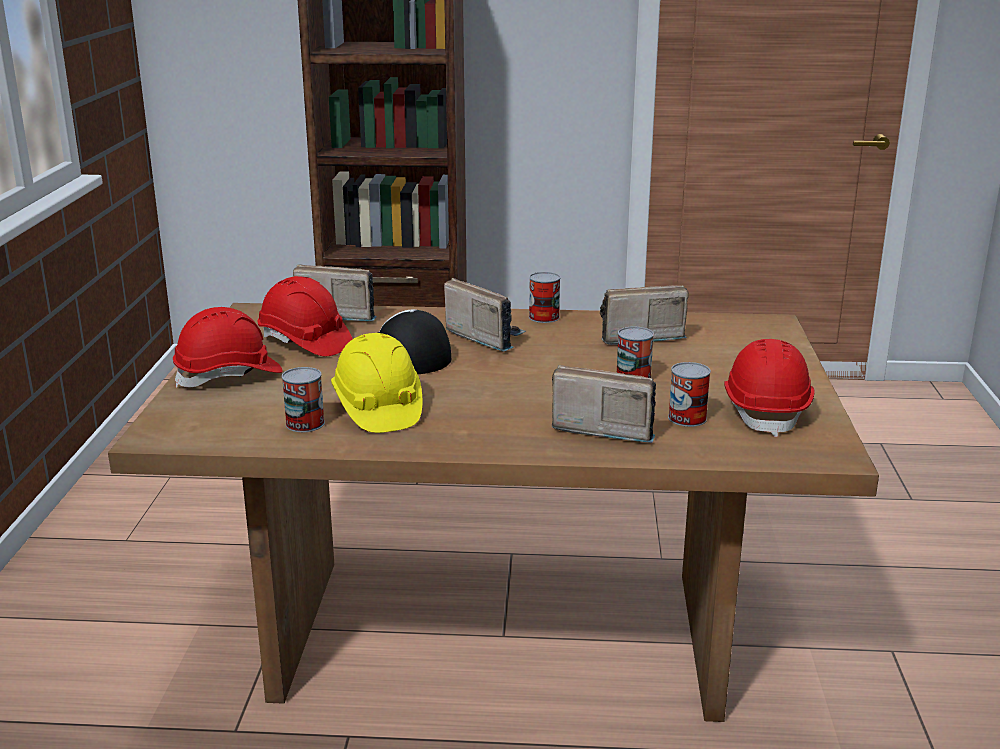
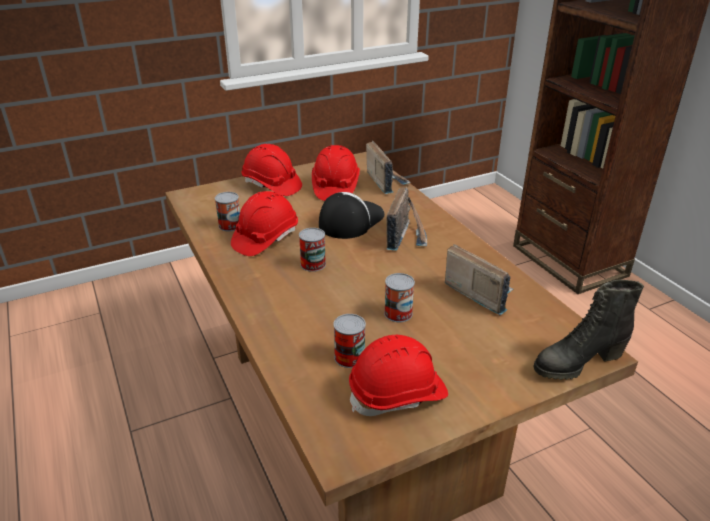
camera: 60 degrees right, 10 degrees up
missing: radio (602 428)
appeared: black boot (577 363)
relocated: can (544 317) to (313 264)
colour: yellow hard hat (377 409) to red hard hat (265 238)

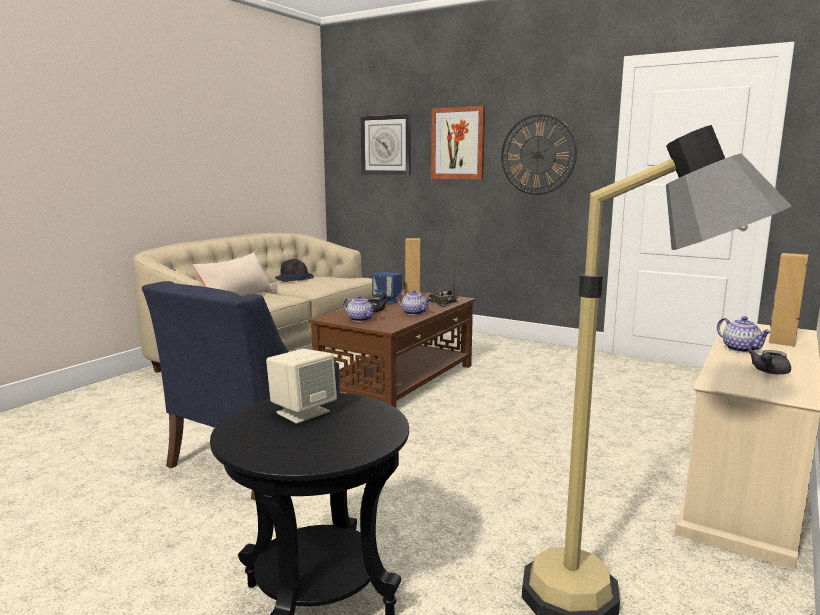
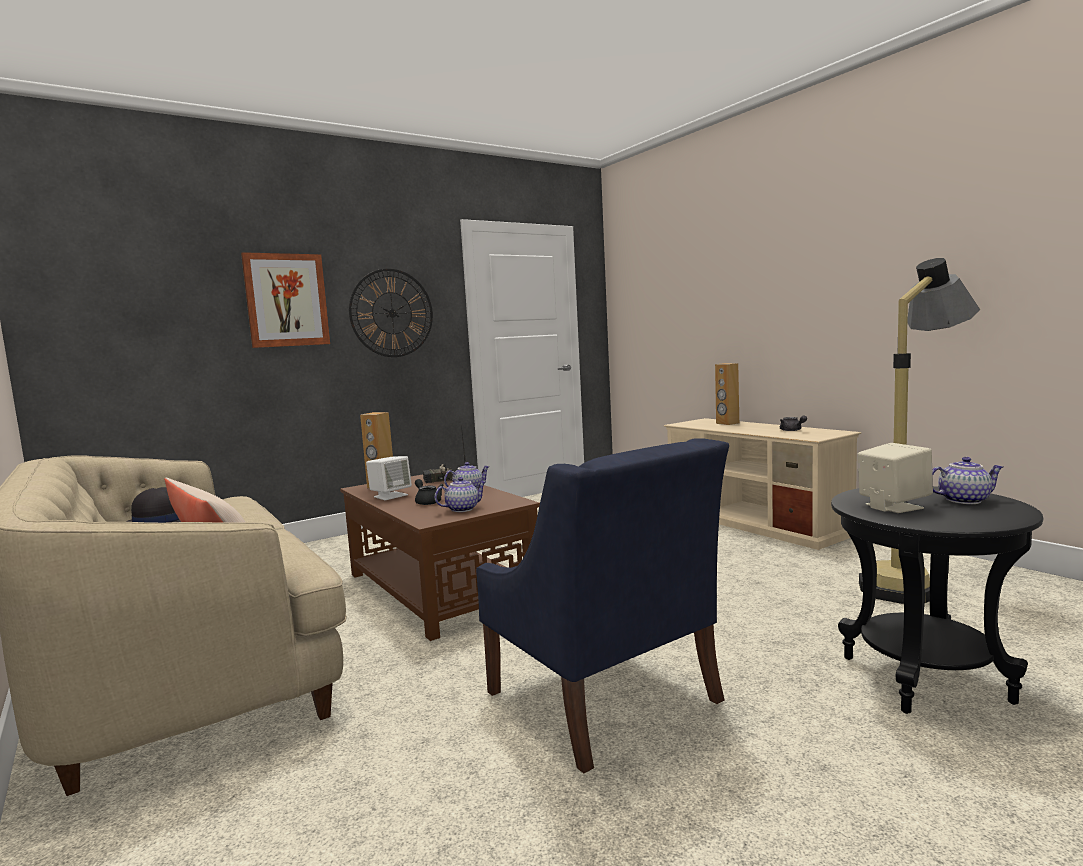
camera: 65 degrees left, 5 degrees down
missing: wall clock (386 145)
relocated: teapot (741 349) to (963 500)
colour: blue speaker (387 301) to white speaker (390 496)

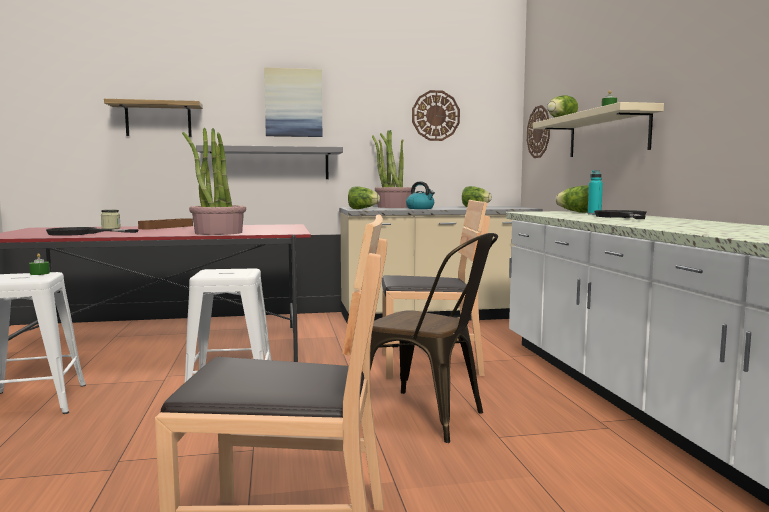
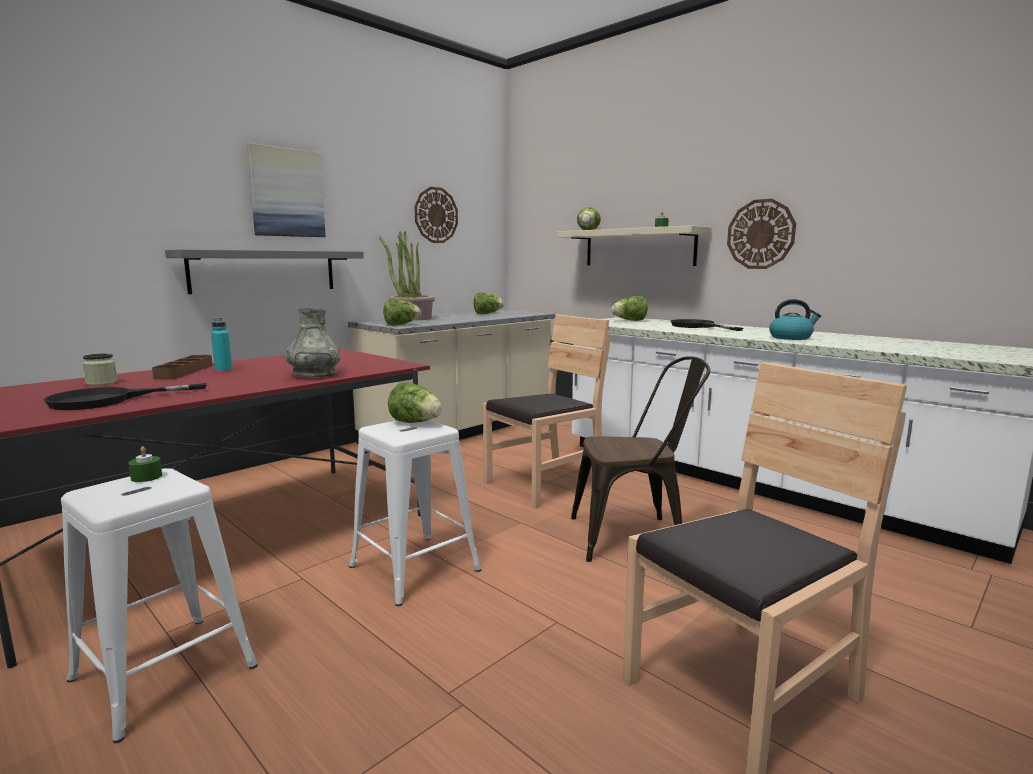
camera: 35 degrees left, 5 degrees up
missing: shelf (158 120)
appeared: lettuce (416 423)
relocated: kettle (420 208) to (791 338); wall clock (539 132) to (760 234); turquoise bottle (594 214) to (223 370)
exchanged: potted plant (218 233) to grey vase (314 375)

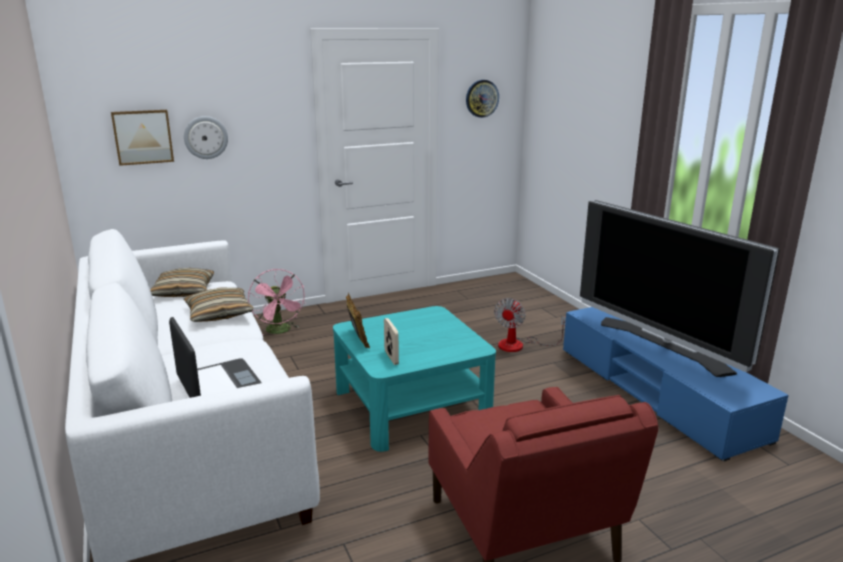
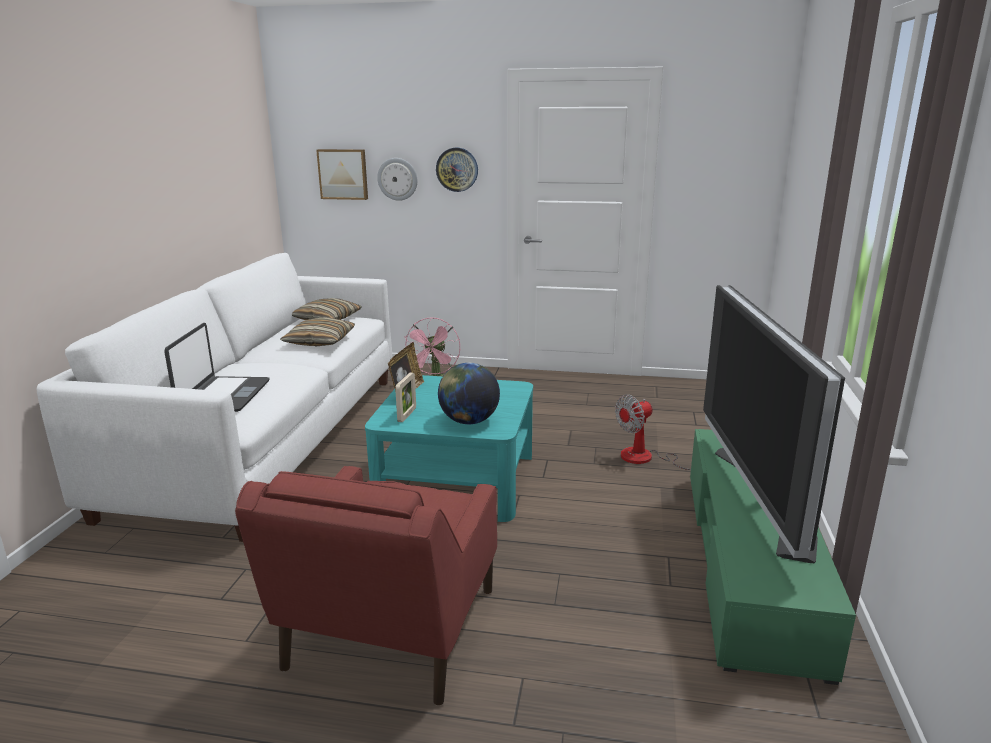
camera: 35 degrees right, 0 degrees up
appeared: globe (469 421)
relocated: wall clock (482 98) to (457 169)
colour: blue tv stand (656 392) to green tv stand (749 561)

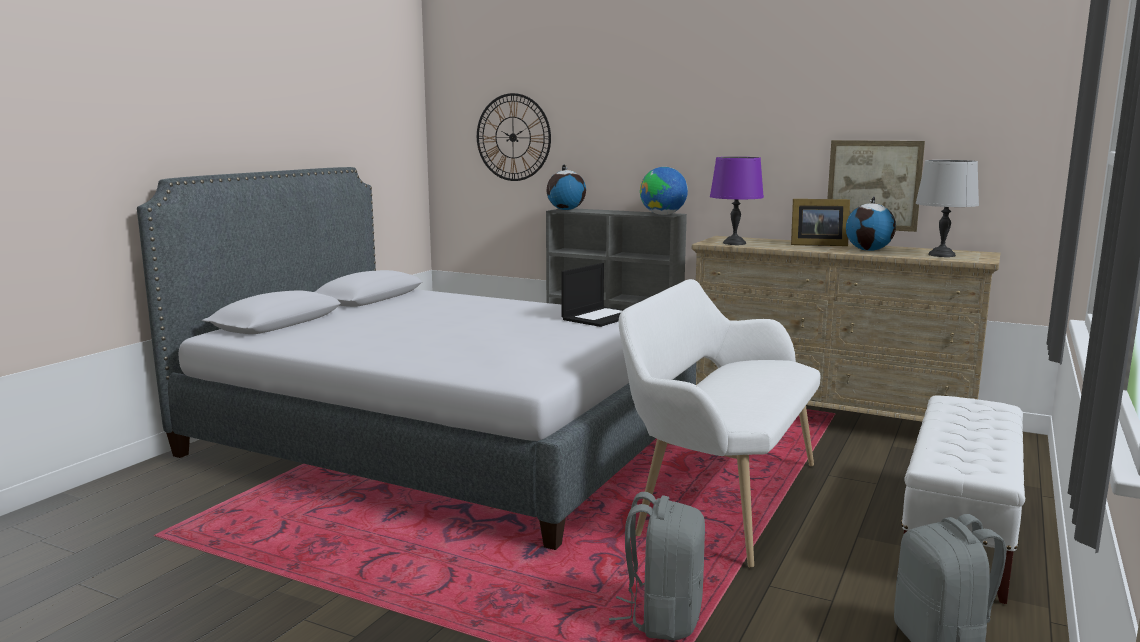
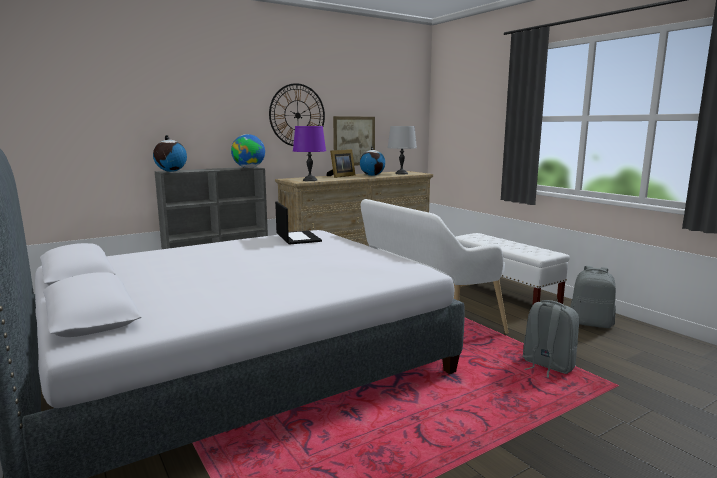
camera: 60 degrees left, 0 degrees up
relocated: wall clock (513 137) to (297 115)

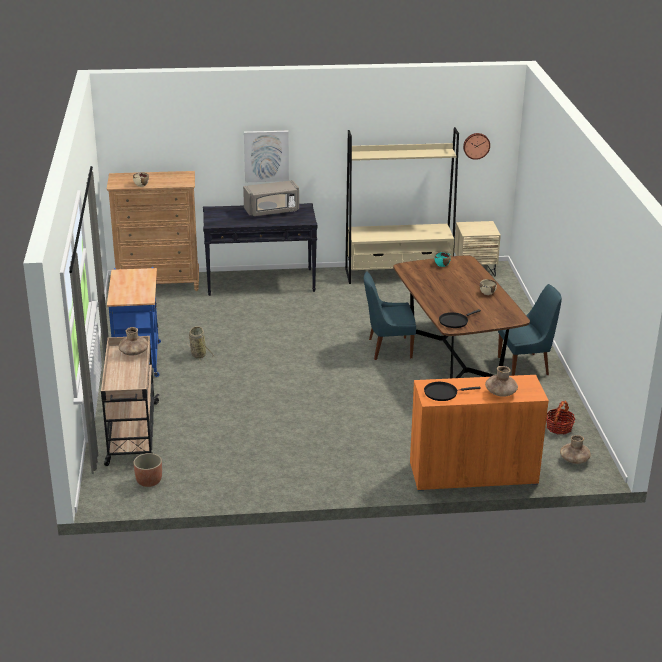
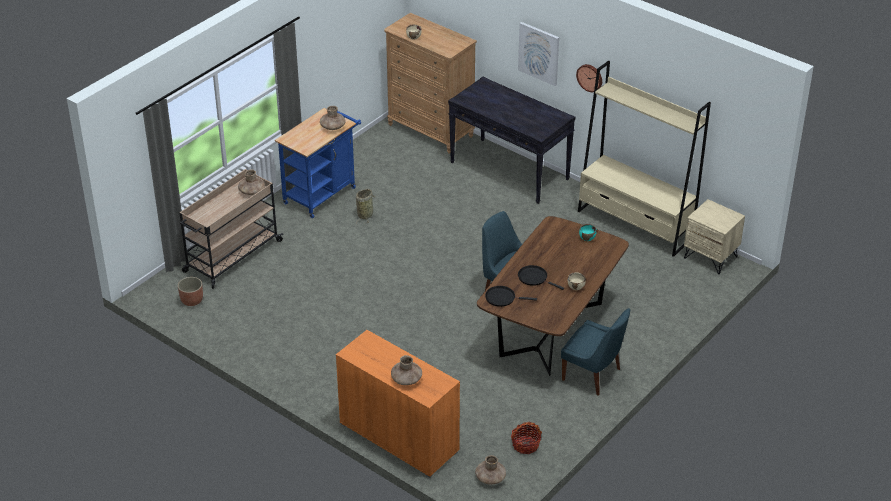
camera: 45 degrees right, 10 degrees up
missing: grey microwave (272 211)
appeared: brown vase (332 127)
relocated: black frying pan (443 393) to (534 278); wall clock (476 145) to (590 77)

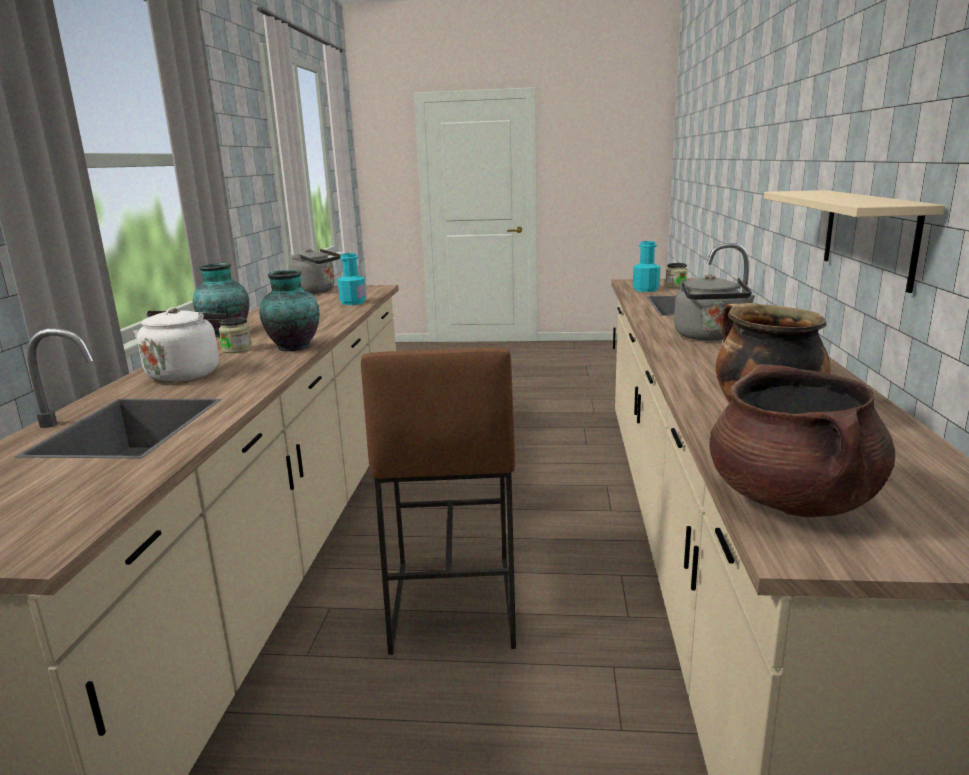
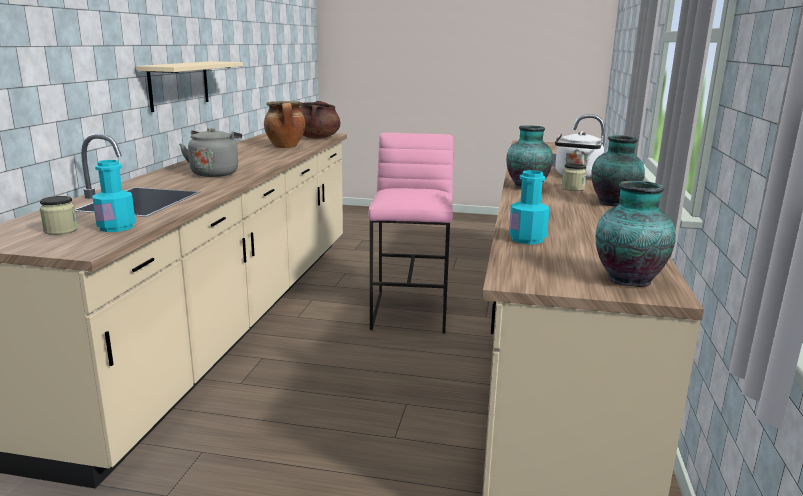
camera: 175 degrees left, 0 degrees up
exchanged: grey kettle (316 291) to vase (627 279)
colour: brown stool (451 603) to pink stool (411 312)

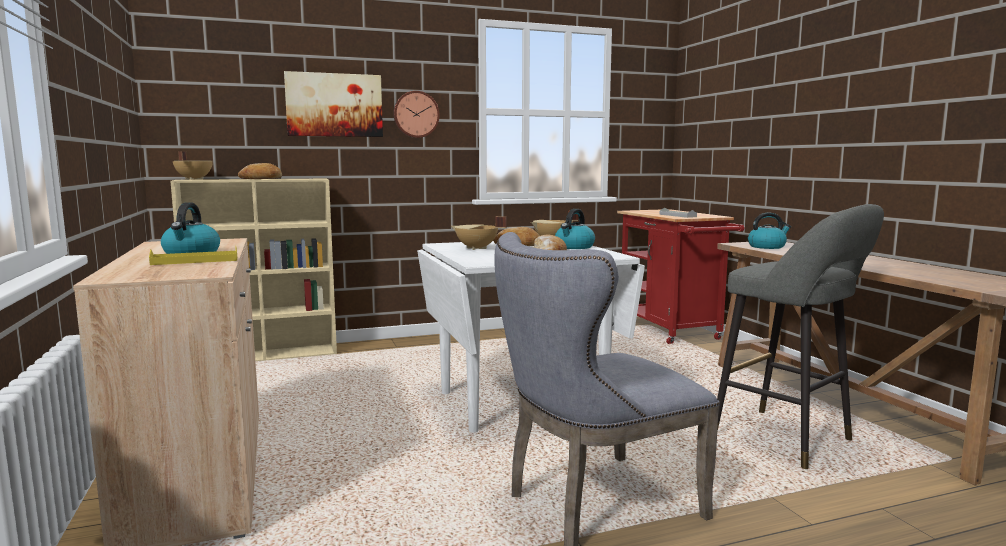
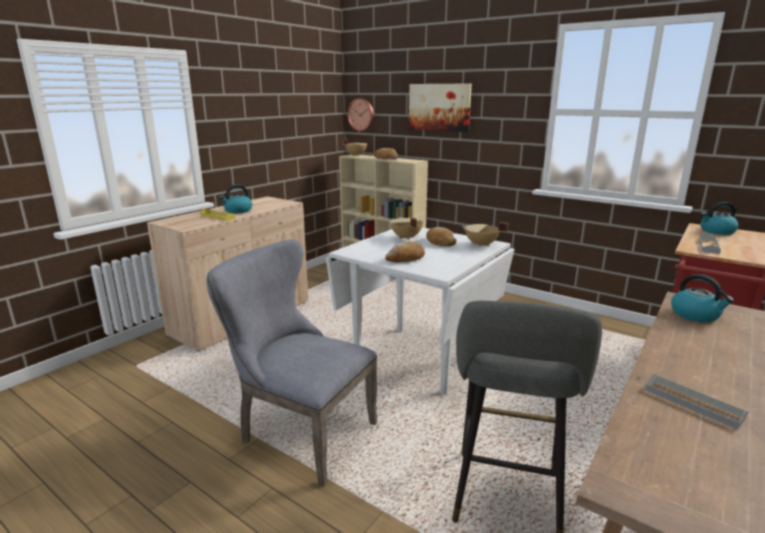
camera: 55 degrees right, 10 degrees up
appeared: grey tray (693 403)
relocated: wall clock (416 114) to (361 114); kettle (574 247) to (716 231)

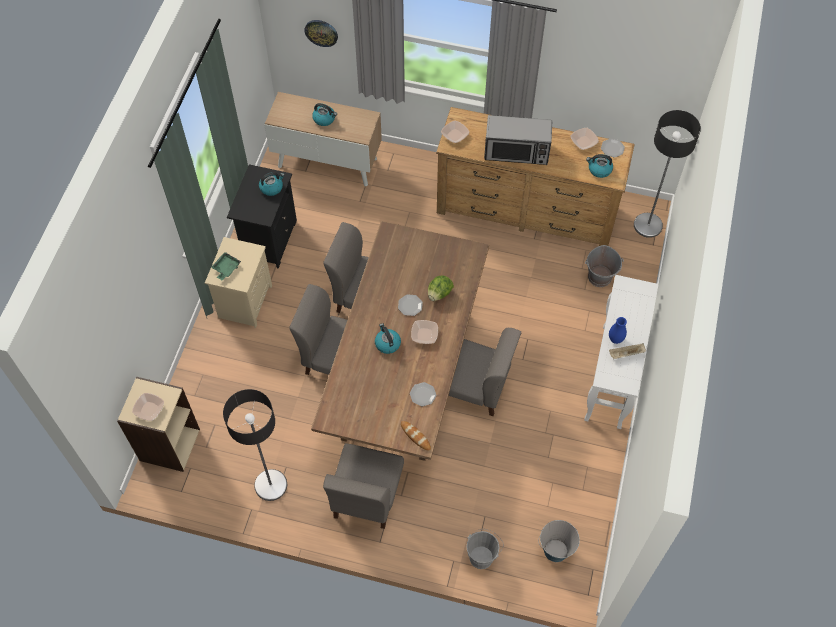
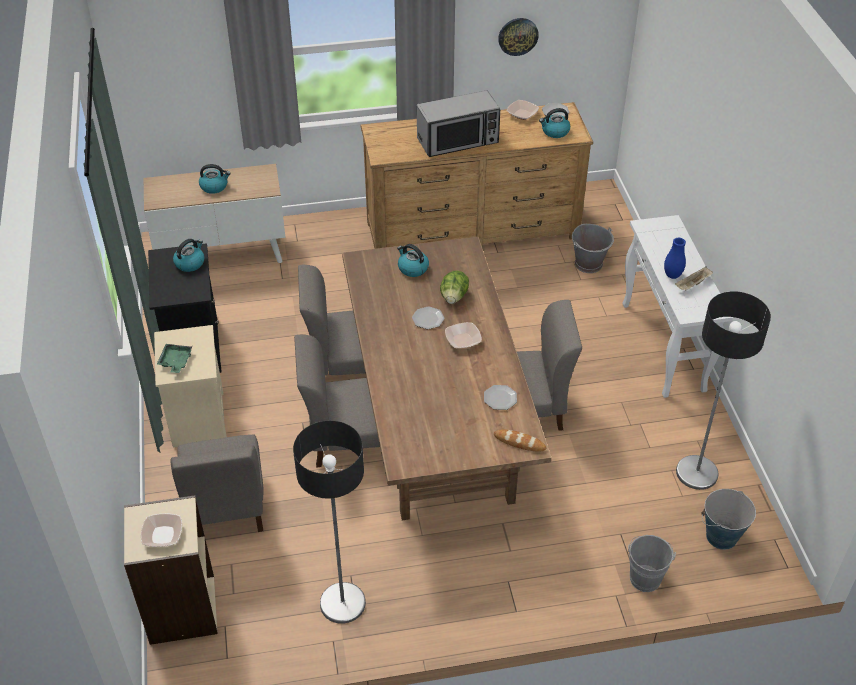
camera: 25 degrees left, 15 degrees down
missing: bowl (455 135)
relocated: wall clock (321 32) to (518 36); grey chair (366 496) to (225 507); kettle (387 343) to (412 268); floor lamp (648 225) to (697 473)

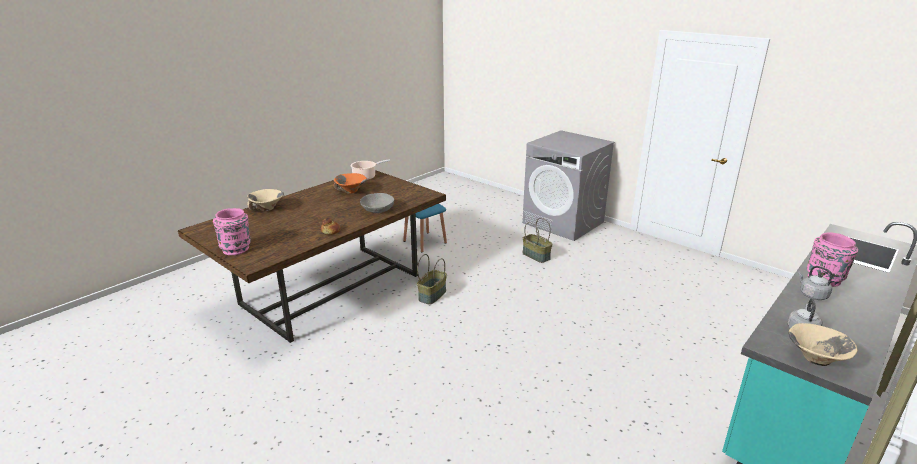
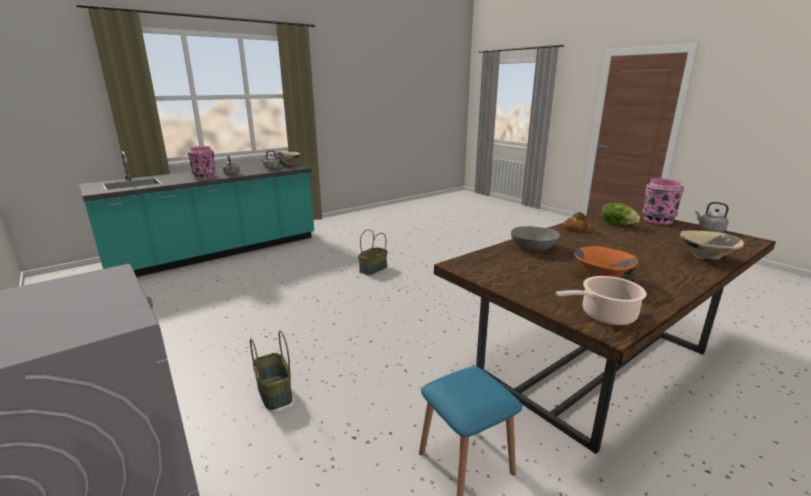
camera: 170 degrees left, 5 degrees down
appeared: lettuce (617 224); grey kettle (709 230)
relocated: basket (432 295) to (373 269)

